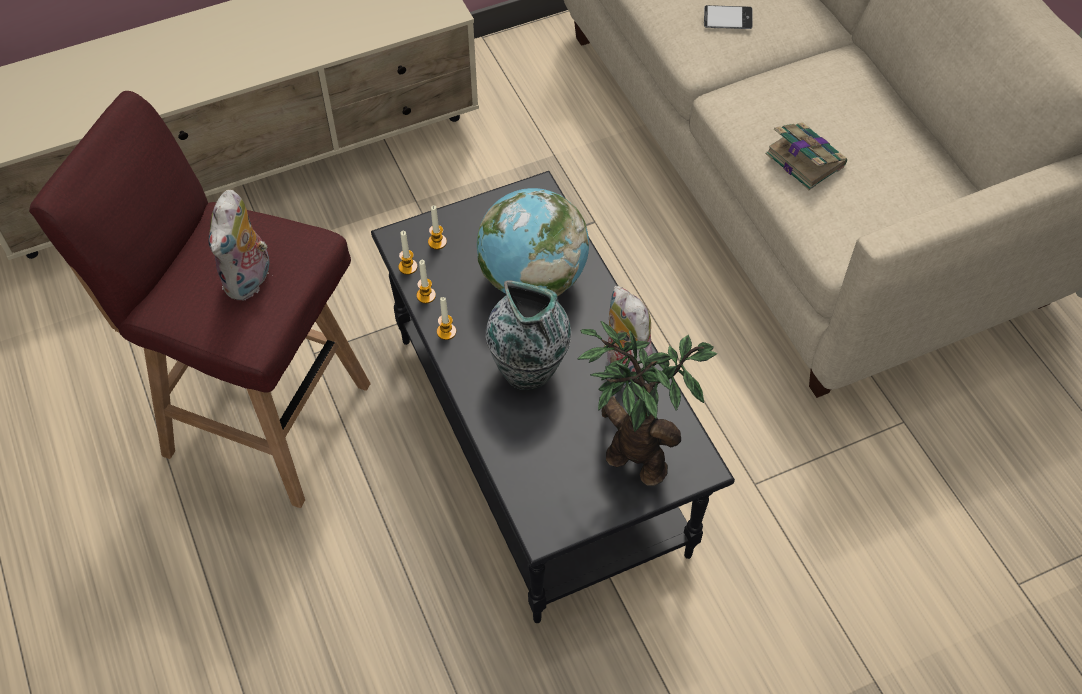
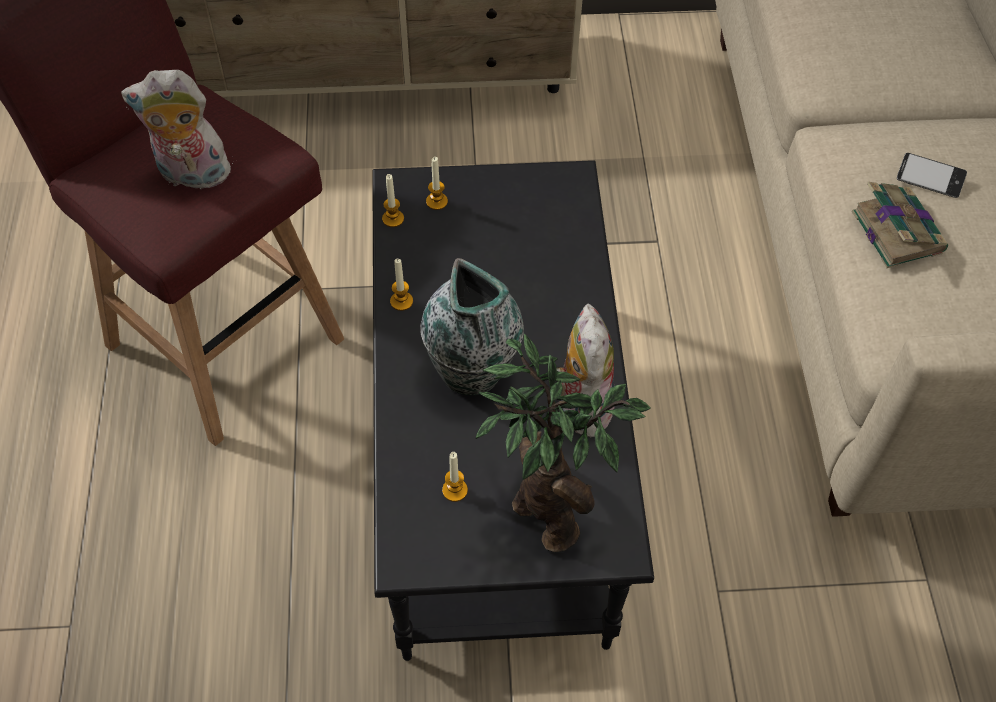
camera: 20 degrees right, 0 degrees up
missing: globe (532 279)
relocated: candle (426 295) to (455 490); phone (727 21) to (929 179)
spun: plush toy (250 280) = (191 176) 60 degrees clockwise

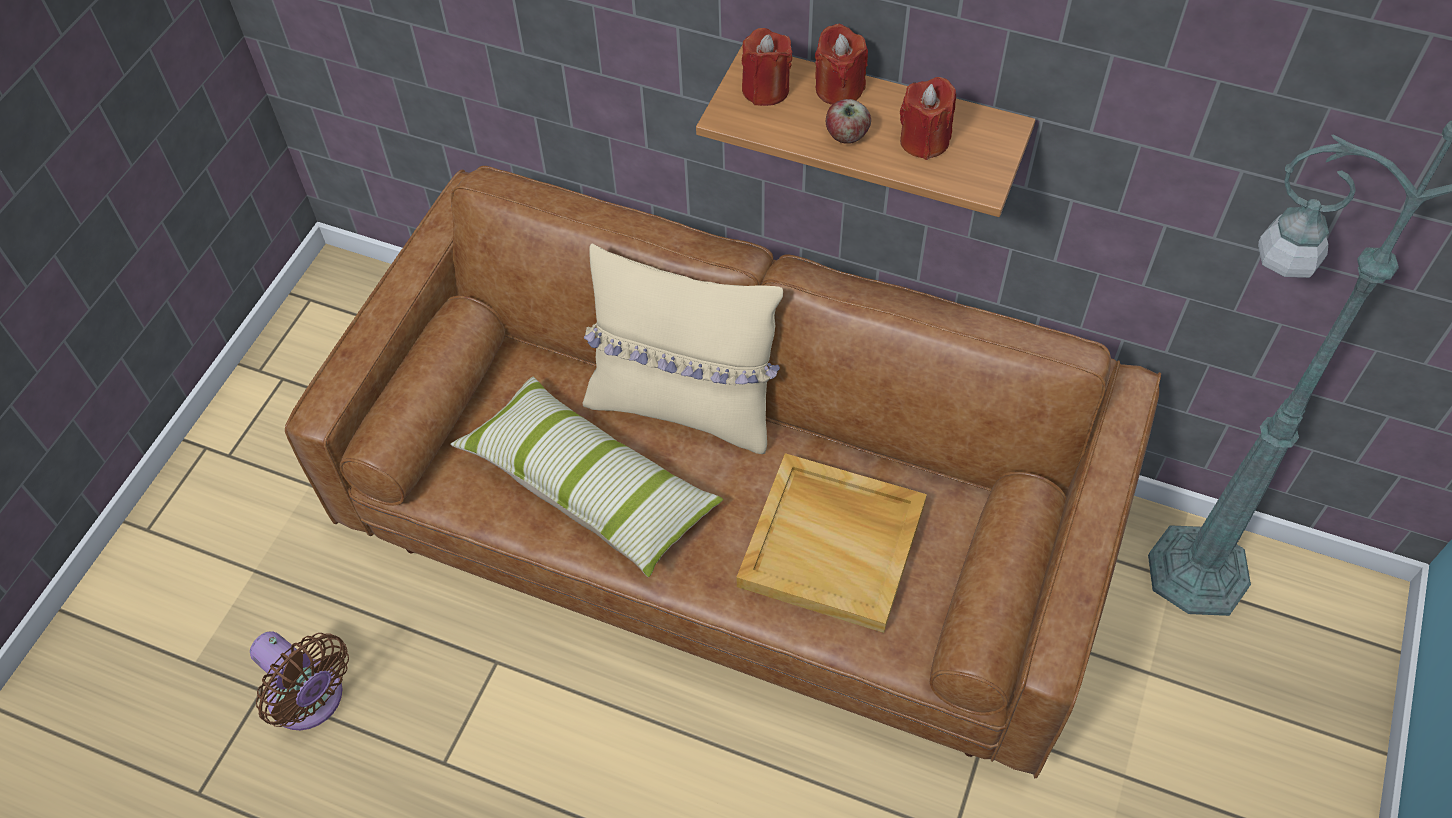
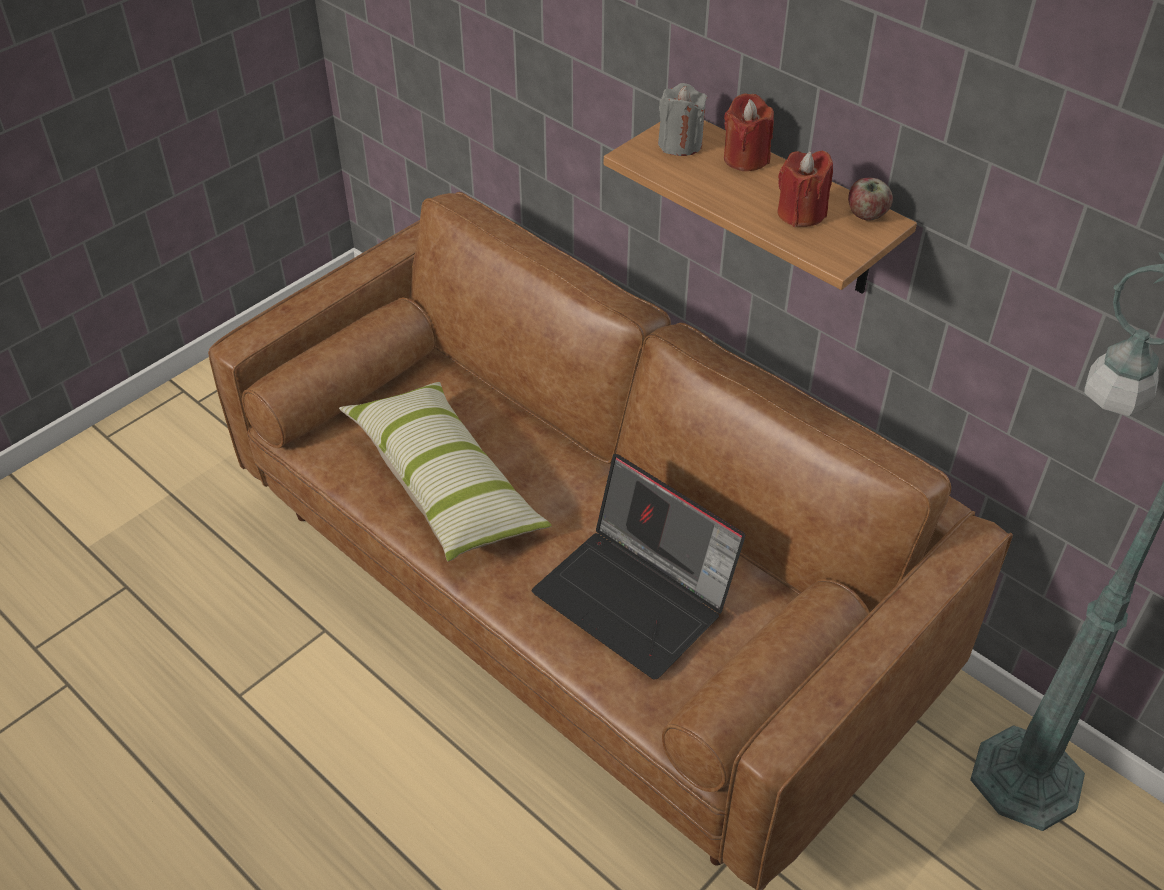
camera: 20 degrees right, 10 degrees down
missing: brown fan (311 700); beige pillow (684 406)
relocated: apple (846 136) to (866 215)
exchanged: beige tray (834 544) to laptop (637 598)
colour: red candle (765 90) to grey candle (680 144)

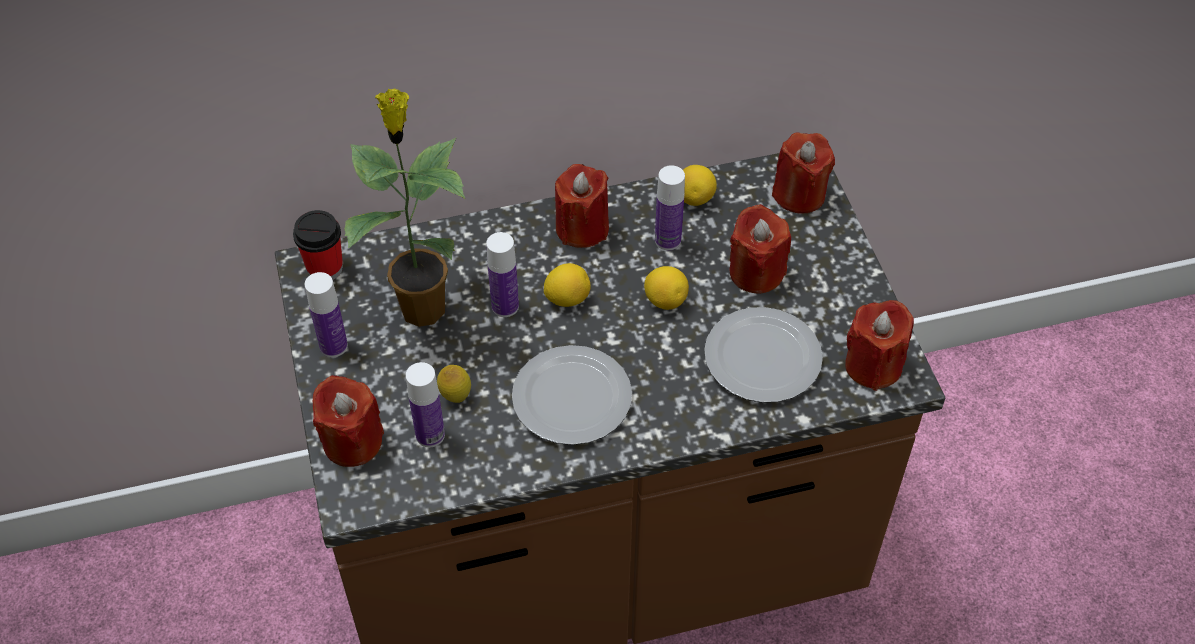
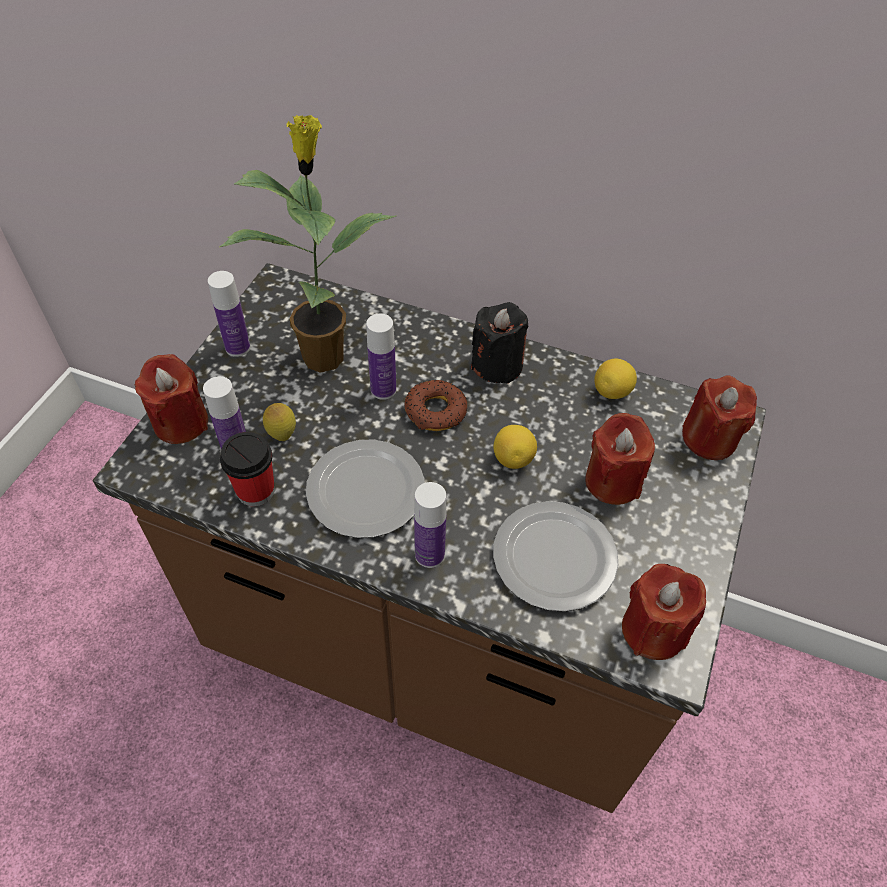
camera: 35 degrees right, 0 degrees up
relocated: cup (325 268) to (255 490); bottle (667 240) to (429 554)
exchanged: lemon (567 298) to donut (436 411)
colour: red candle (582 228) to black candle (497 365)

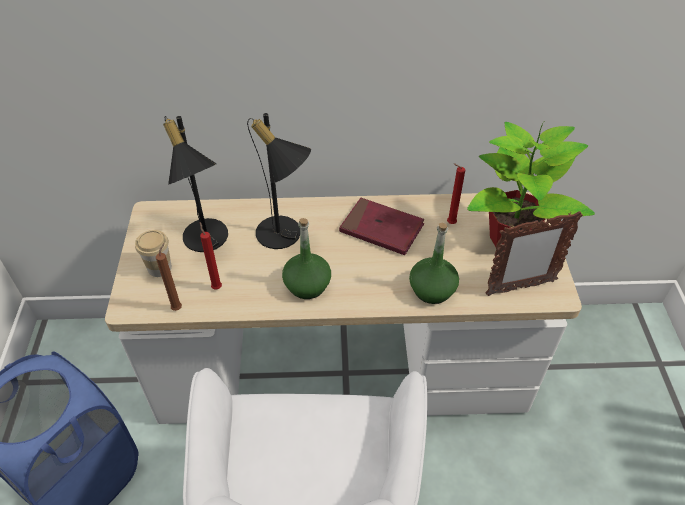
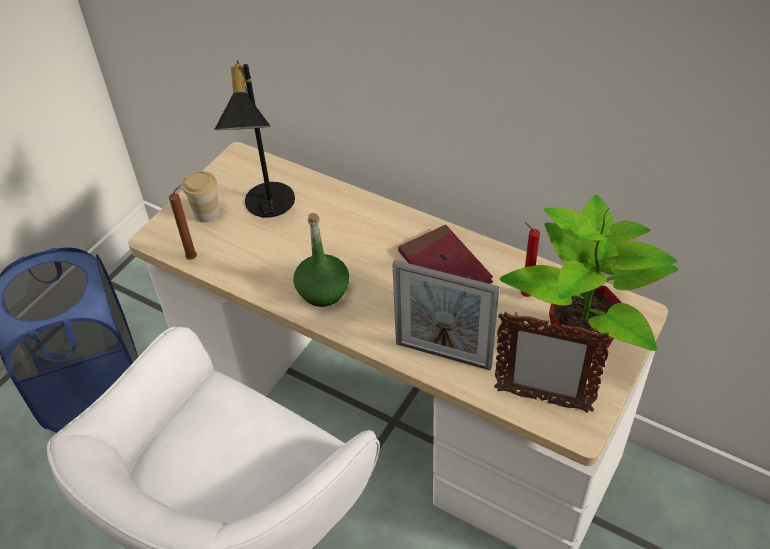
camera: 35 degrees right, 0 degrees up
missing: red candle (216 286); black table lamp (284 237)
exchanged: green bottle (432 289) to picture frame (443 355)

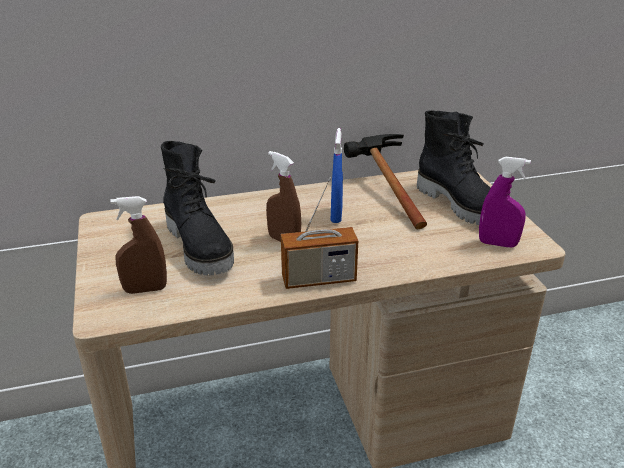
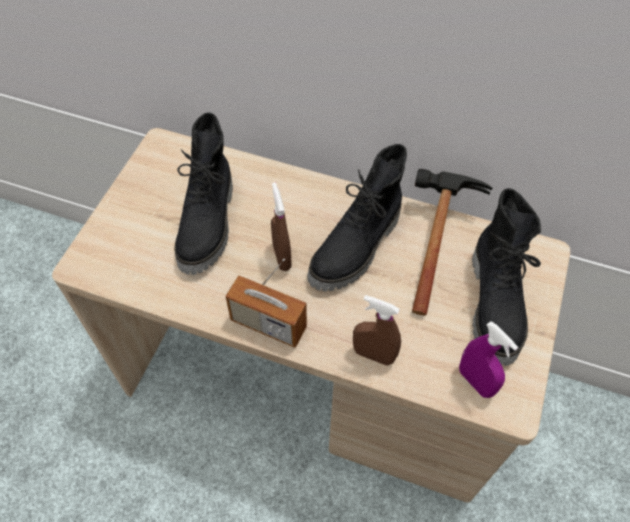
camera: 35 degrees right, 25 degrees up
relocated: brown spray bottle (145 289) to (373 355)
exchanged: blue spray bottle (336 215) to black boot (357 249)

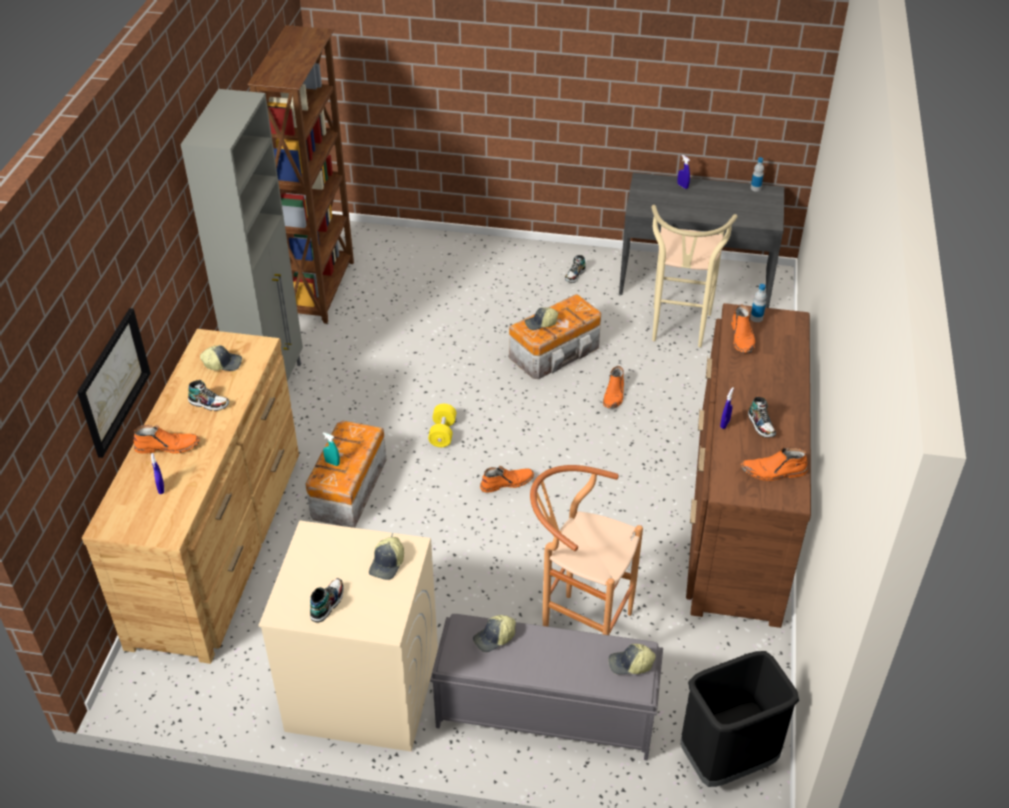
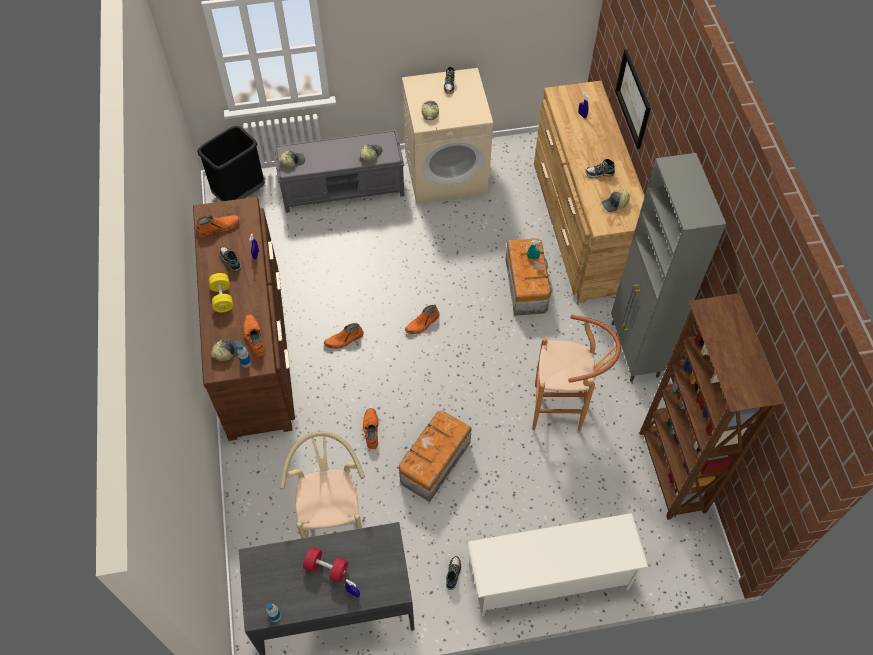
camera: 160 degrees right, 15 degrees up
appeared: red dumbbell (326 568); white shoe rack (549 577)
relocated: orange boot (168 446) to (344 340); yellow dumbbell (442 433) to (222 298); cap (541 323) to (227 351); brown stool (578 625) to (563 410)

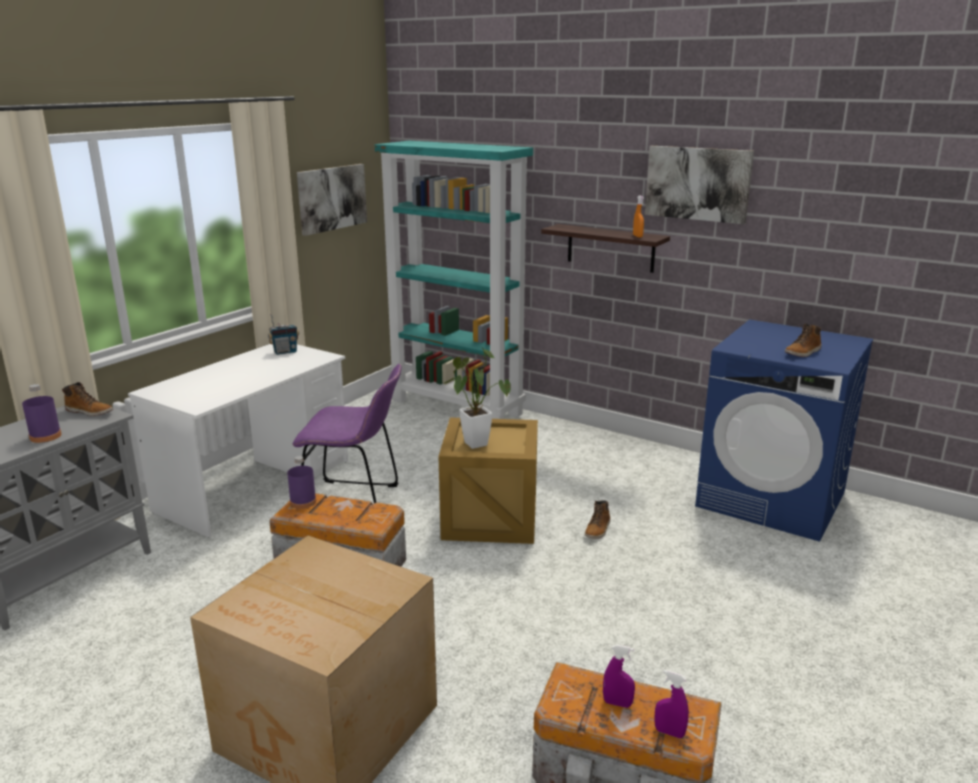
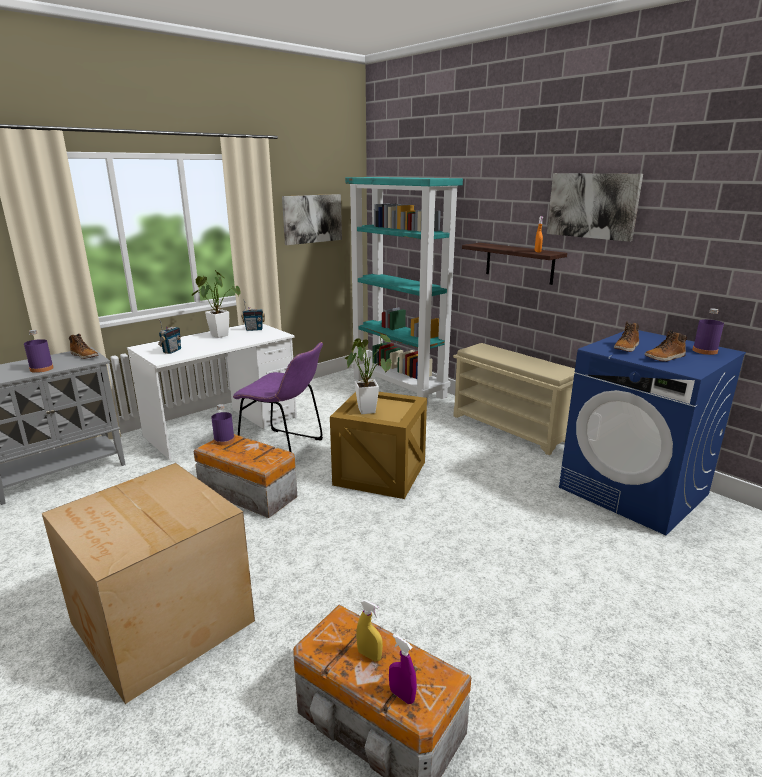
camera: 15 degrees right, 0 degrees up
appeared: radio (172 351); potted plant (217 335); beige shoe rack (511 428); purple bottle (704 351)
relocated: boot (598 529) to (626 348)
colour: purple spray bottle (617 703) to yellow spray bottle (369 655)

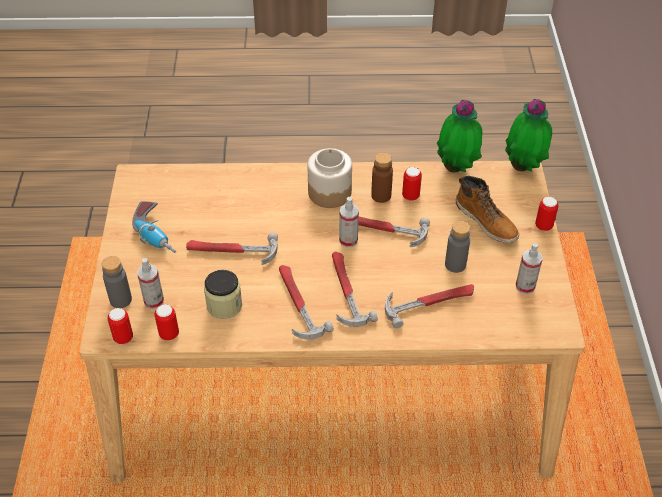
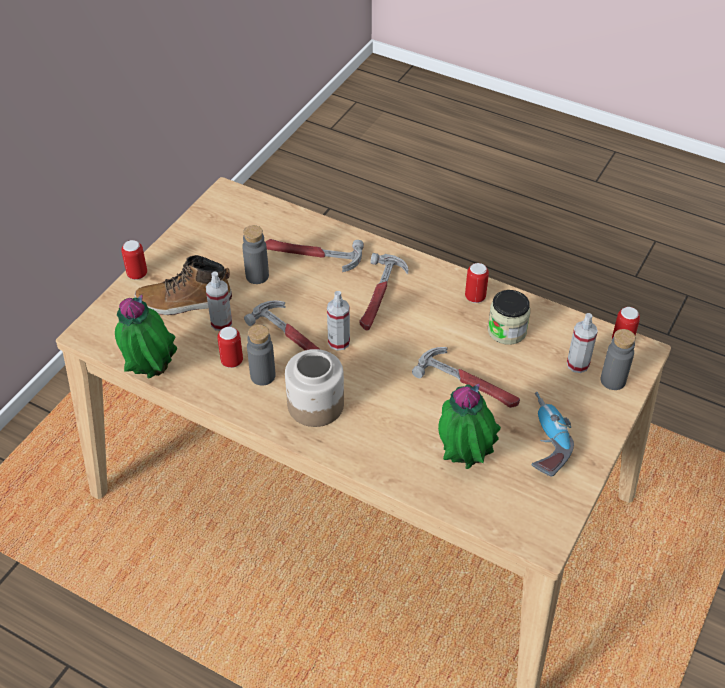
camera: 150 degrees left, 0 degrees up
missing: hammer (297 304)
relocated: can (169 334) to (475 297); potted plant (523 167) to (463 458); spray bottle (525 286) to (221 323)
colour: brown bottle (381 196) to grey bottle (263 376)
spun: boot (486 221) = (184 302) 90 degrees counterclockwise

